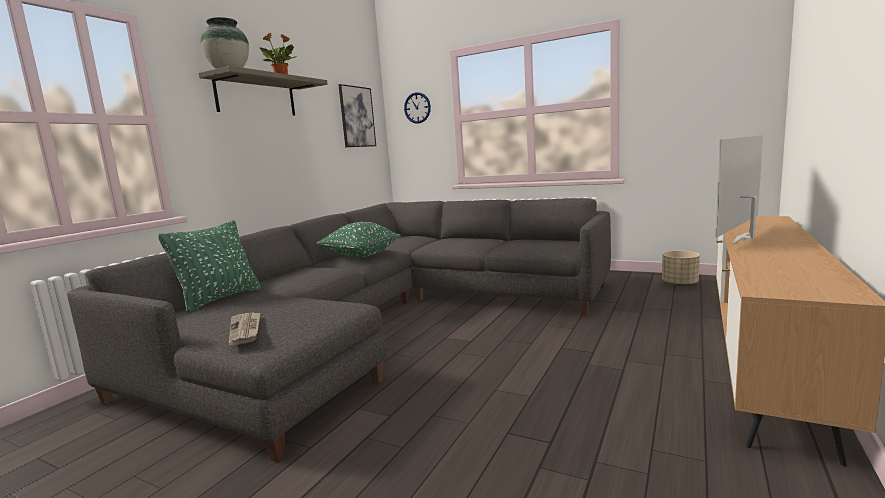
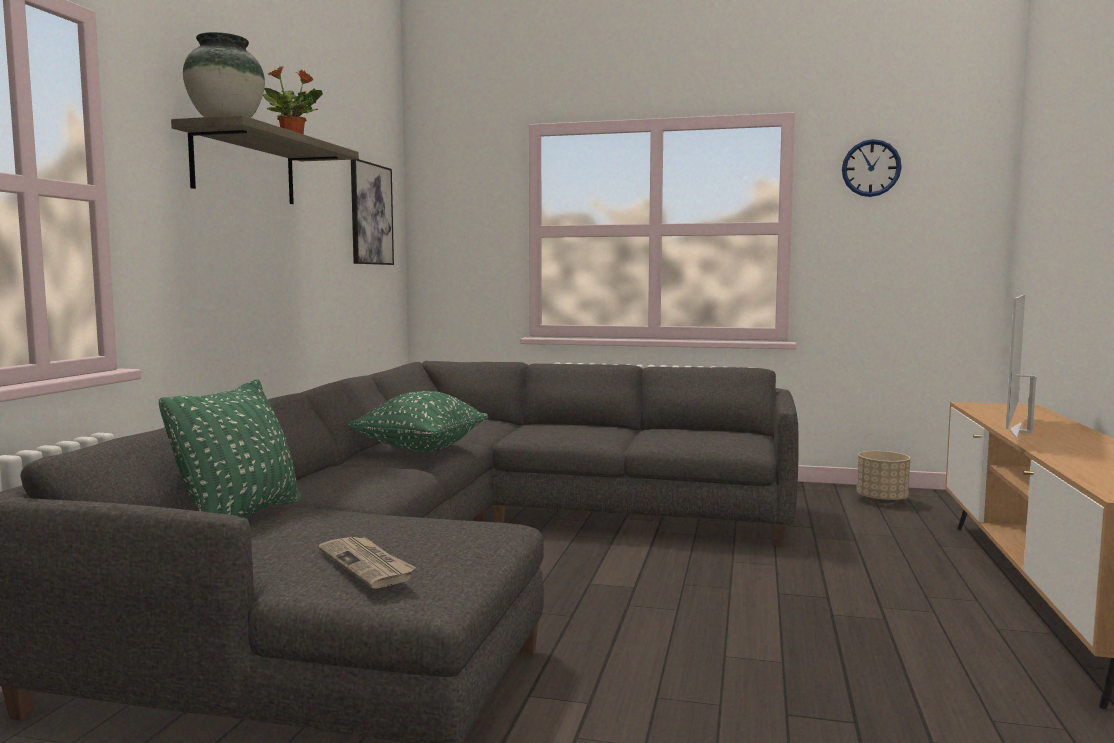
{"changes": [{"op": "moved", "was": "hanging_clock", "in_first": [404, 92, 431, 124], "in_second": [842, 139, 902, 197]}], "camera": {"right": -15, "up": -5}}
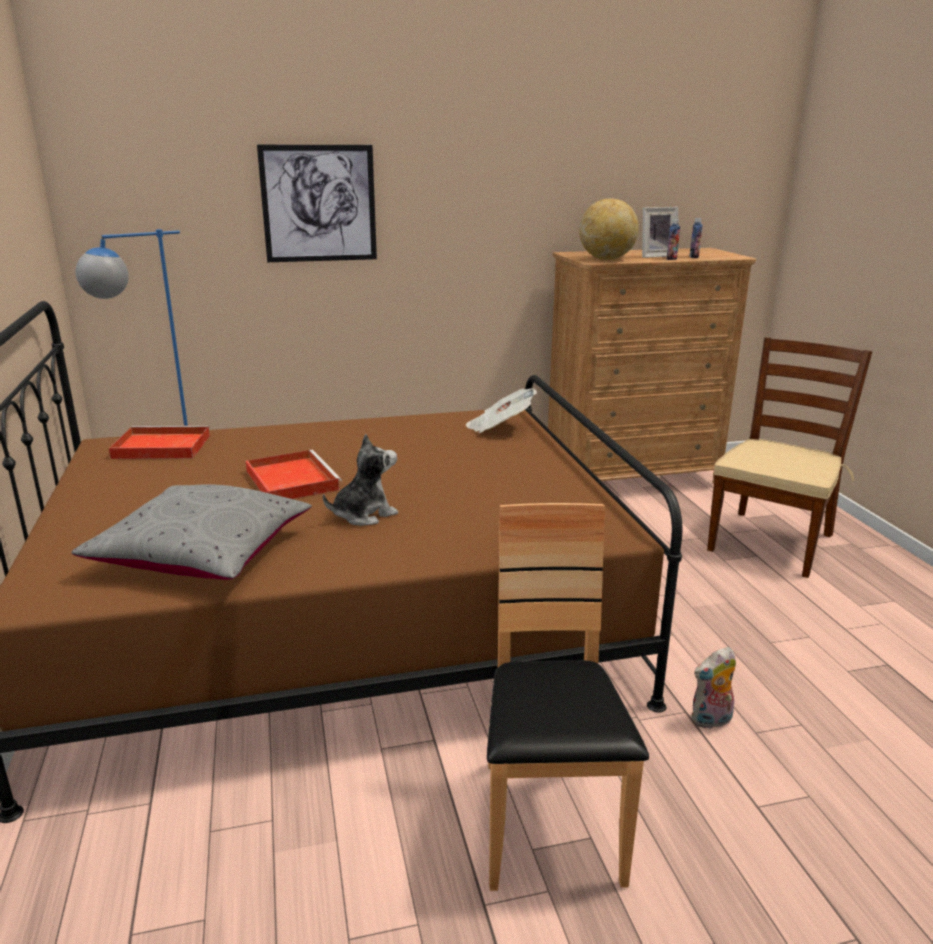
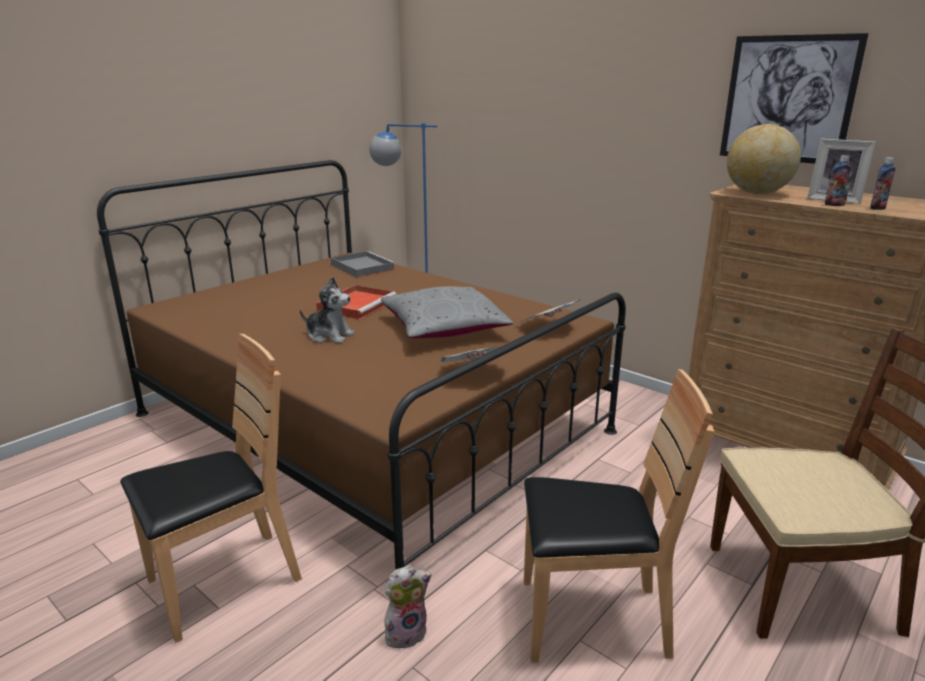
{"changes": [{"op": "moved", "was": "wall_art", "in_first": [257, 145, 377, 262], "in_second": [720, 33, 868, 164]}, {"op": "recoloured", "was": "red-coloured_serving_tray", "now": "grey_serving_tray", "in_first": [109, 426, 210, 459], "in_second": [331, 251, 396, 277]}, {"op": "moved", "was": "grey_cushion", "in_first": [72, 484, 312, 580], "in_second": [381, 286, 513, 339]}, {"op": "turned", "was": "soft_toy", "in_first": [691, 647, 736, 729], "in_second": [384, 566, 432, 648], "clockwise": 120}, {"op": "added", "now": "daily_paper", "in_second": [440, 347, 500, 362]}, {"op": "added", "now": "brown_chair", "in_second": [524, 369, 715, 663]}], "camera": {"right": 55, "up": 0}}
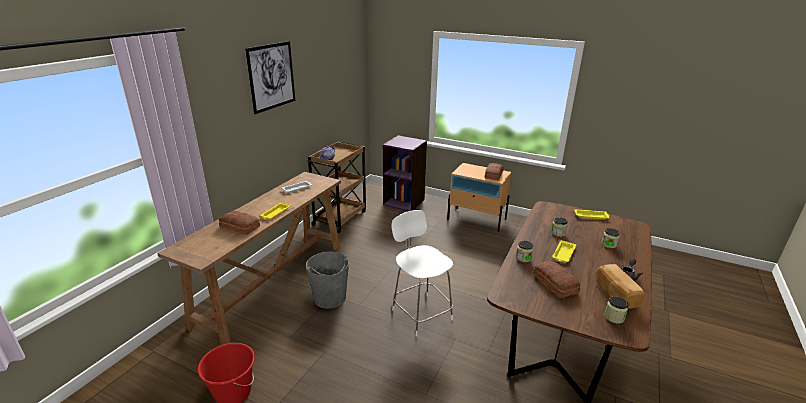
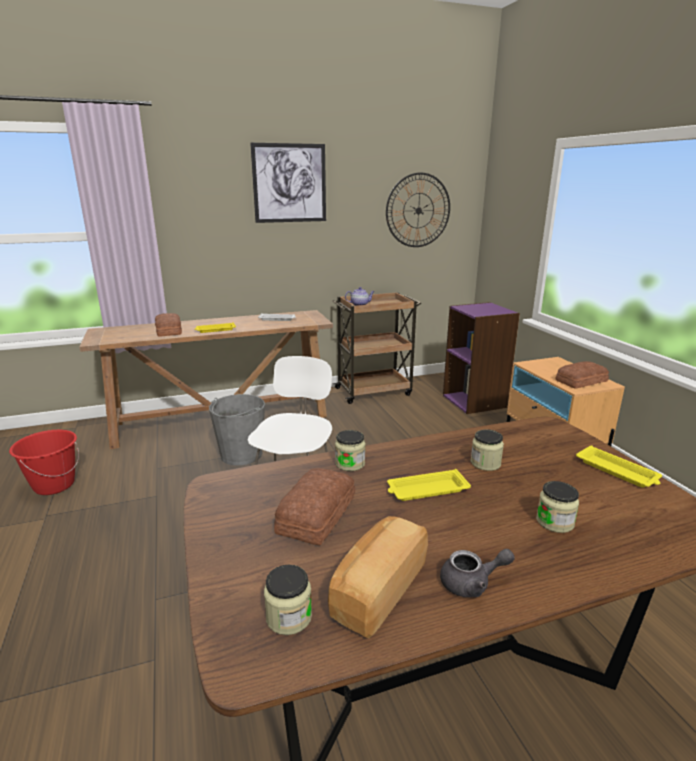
{"changes": [{"op": "added", "now": "hanging_clock", "in_second": [386, 172, 450, 247]}], "camera": {"right": 45, "up": -5}}
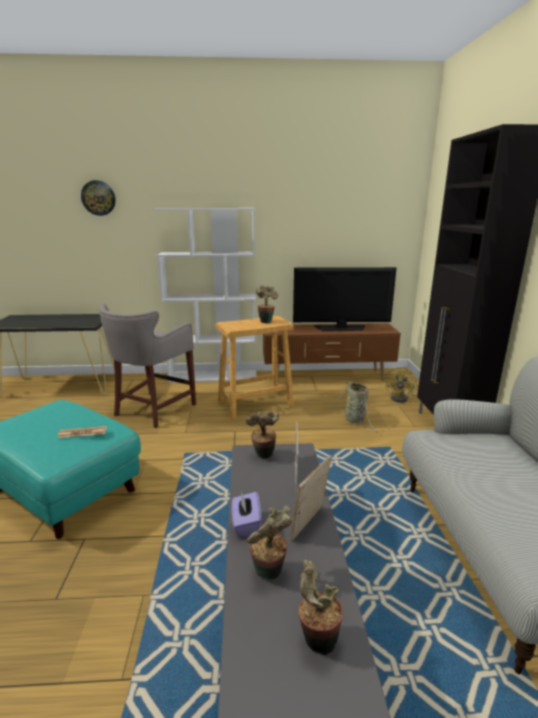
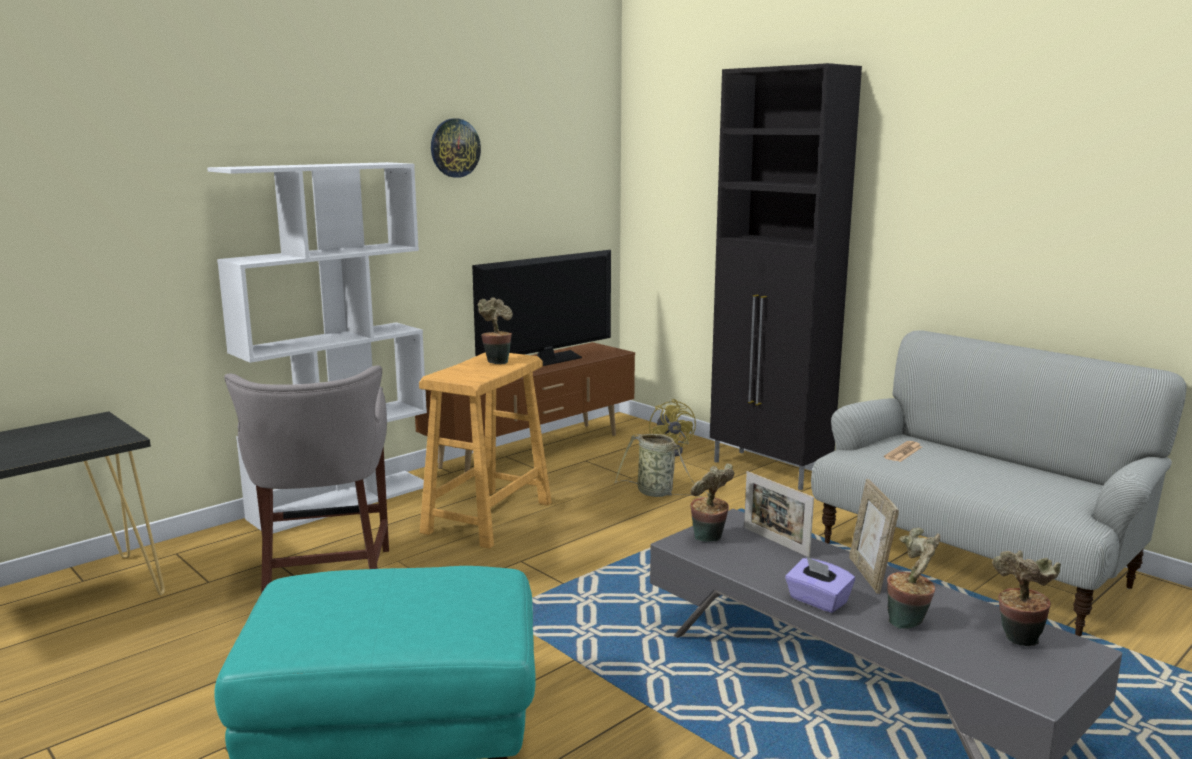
{"changes": [{"op": "moved", "was": "hanging_clock", "in_first": [81, 180, 116, 216], "in_second": [431, 119, 481, 178]}, {"op": "moved", "was": "daily_paper", "in_first": [58, 426, 107, 438], "in_second": [884, 441, 922, 462]}], "camera": {"right": -40, "up": -5}}
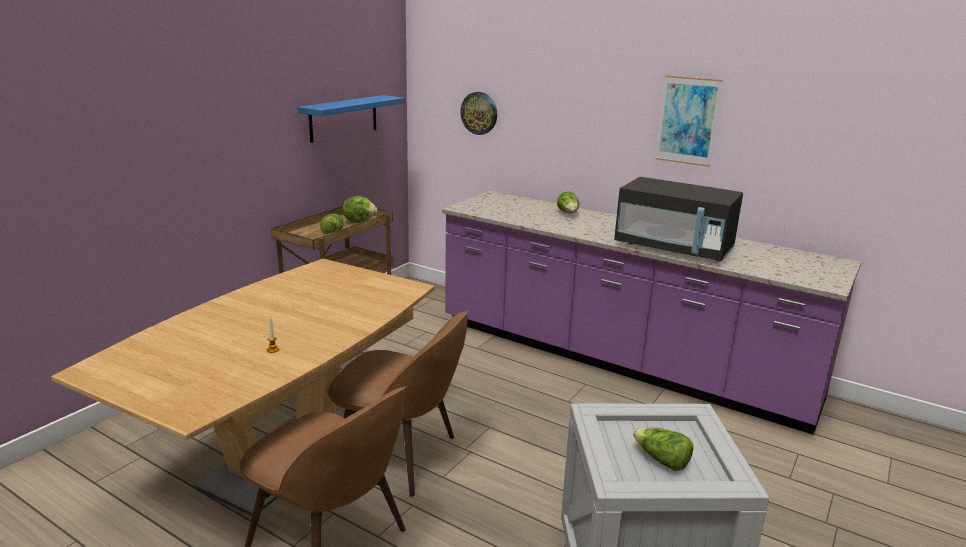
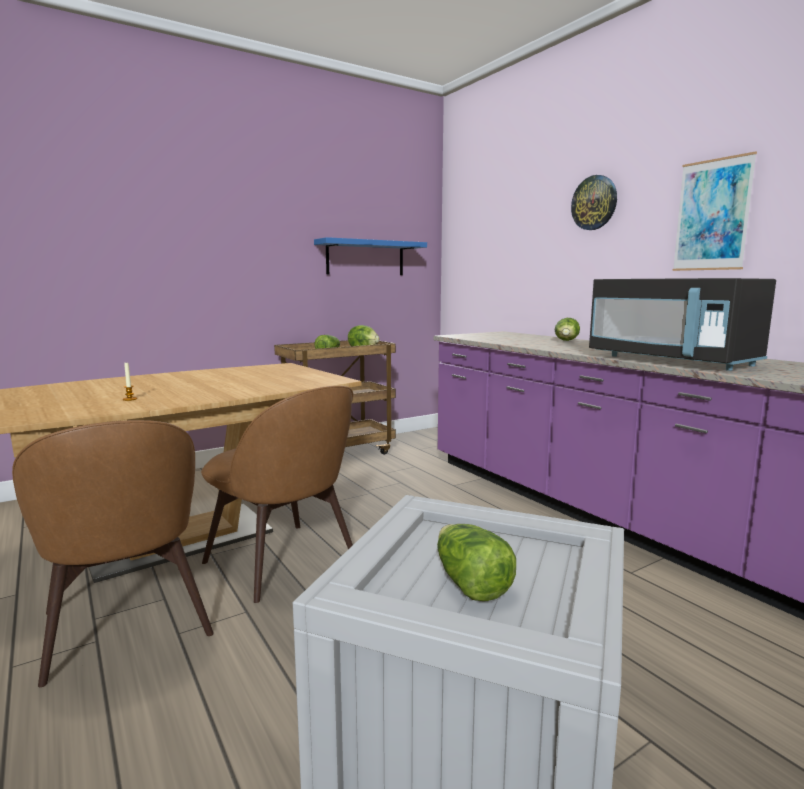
{"changes": [{"op": "moved", "was": "hanging_clock", "in_first": [460, 92, 497, 135], "in_second": [571, 175, 617, 230]}], "camera": {"right": 25, "up": -10}}
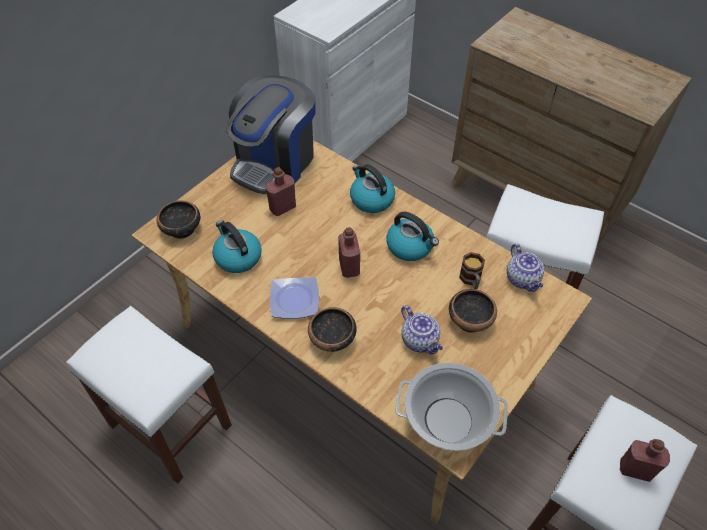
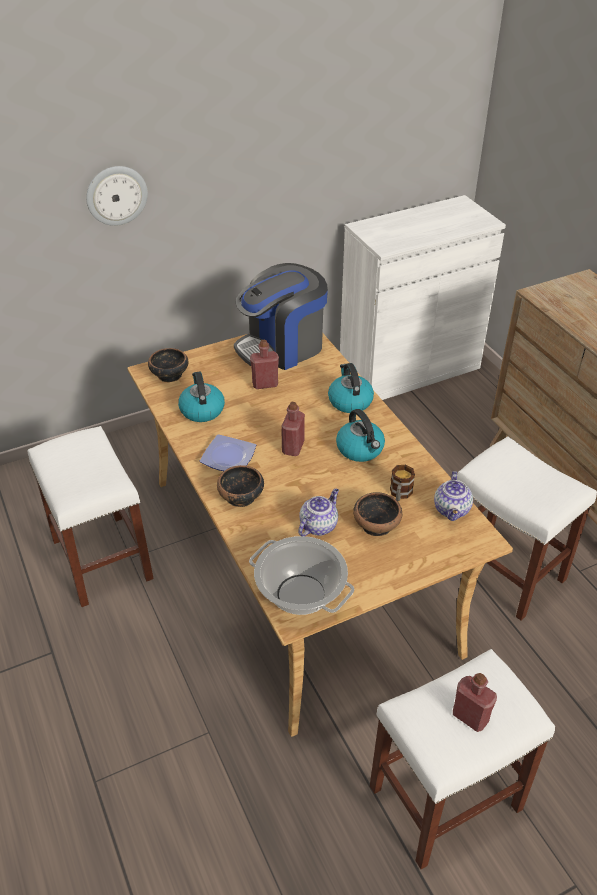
{"changes": [{"op": "turned", "was": "teapot", "in_first": [401, 305, 443, 354], "in_second": [298, 489, 339, 536], "clockwise": -135}, {"op": "added", "now": "hanging_clock", "in_second": [86, 166, 148, 226]}], "camera": {"right": 25, "up": -10}}
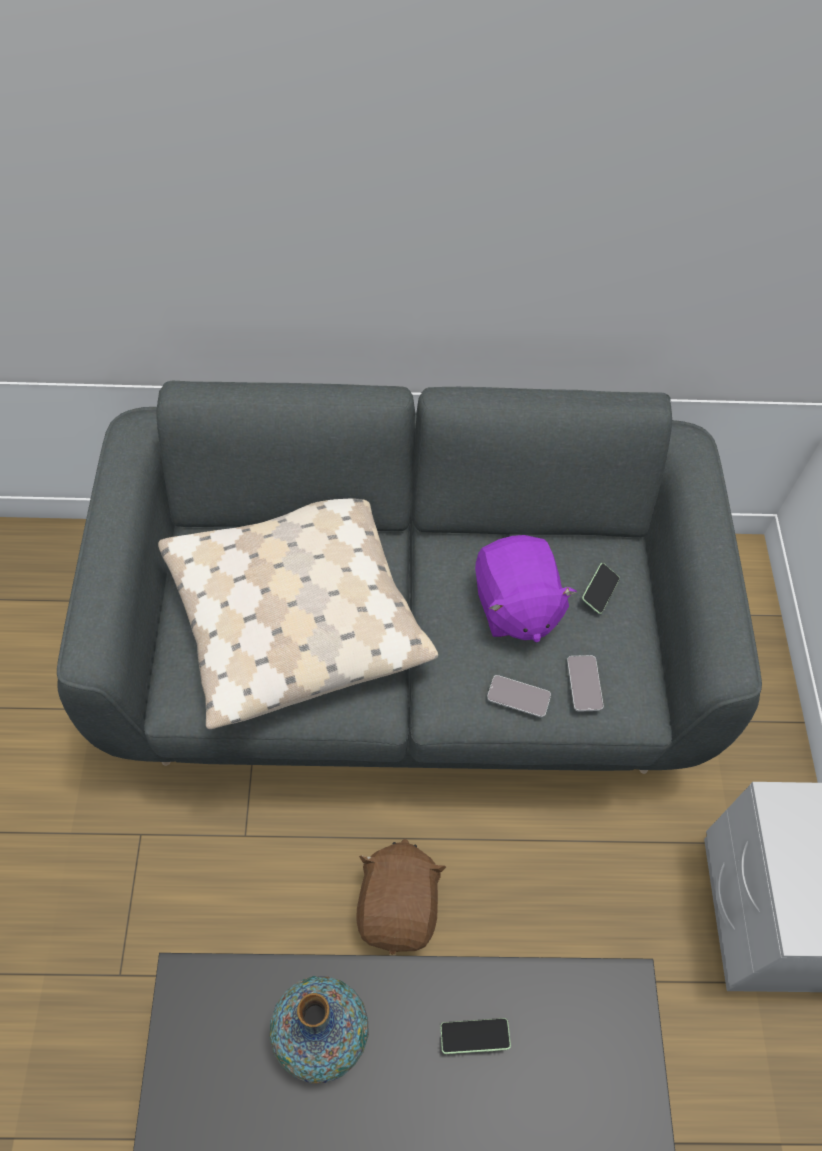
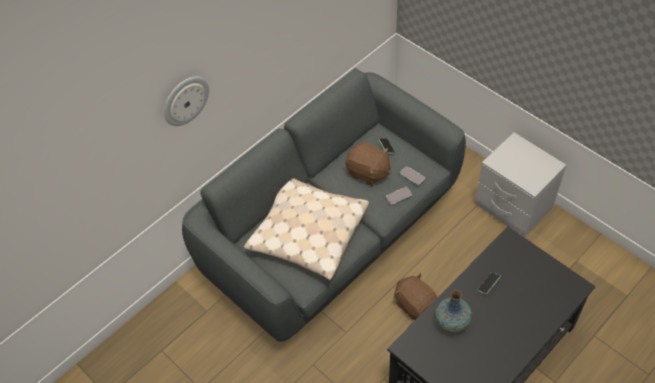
{"changes": [{"op": "recoloured", "was": "purplish_soft_toy", "now": "brown_soft_toy", "in_first": [475, 535, 577, 642], "in_second": [346, 142, 391, 186]}, {"op": "added", "now": "hanging_clock", "in_second": [164, 76, 209, 126]}], "camera": {"right": -40, "up": -5}}
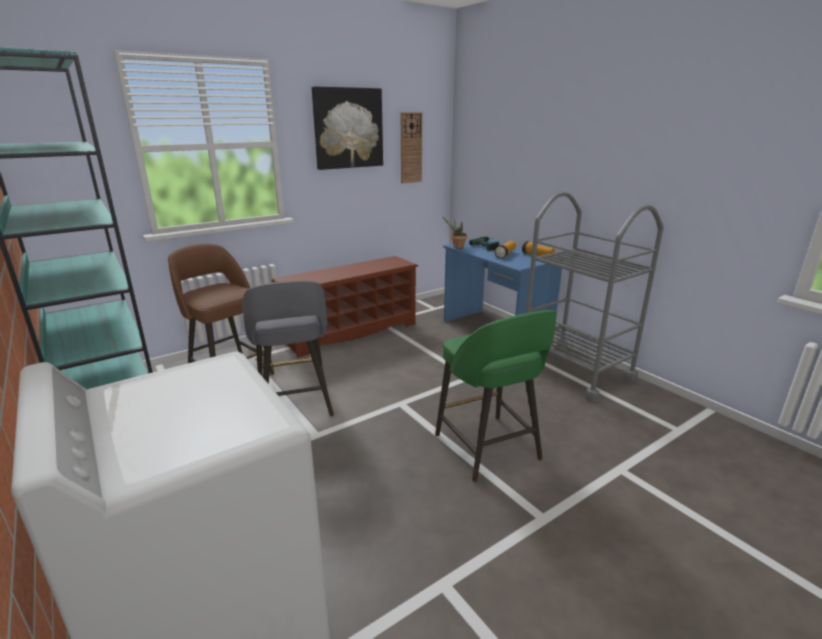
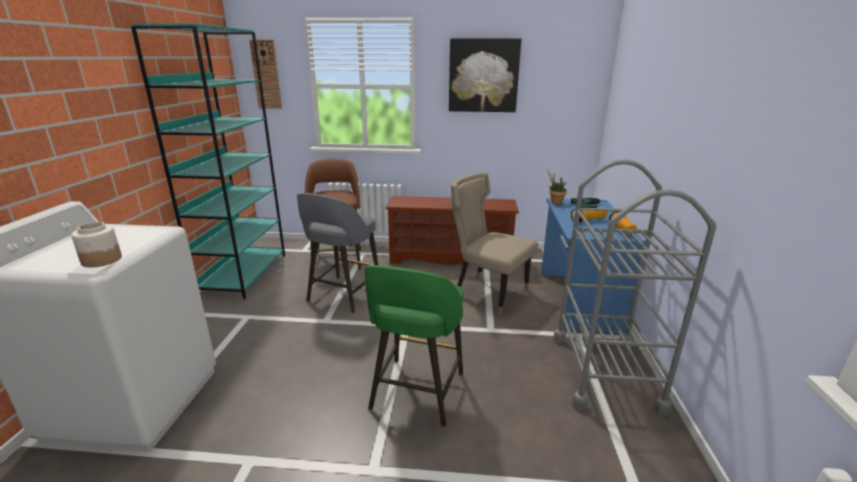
{"changes": [{"op": "moved", "was": "hanging_clock", "in_first": [401, 112, 422, 183], "in_second": [249, 40, 282, 109]}, {"op": "added", "now": "sand-coloured_chair", "in_second": [451, 173, 538, 316]}, {"op": "added", "now": "jar", "in_second": [71, 222, 122, 268]}], "camera": {"right": 40, "up": 0}}
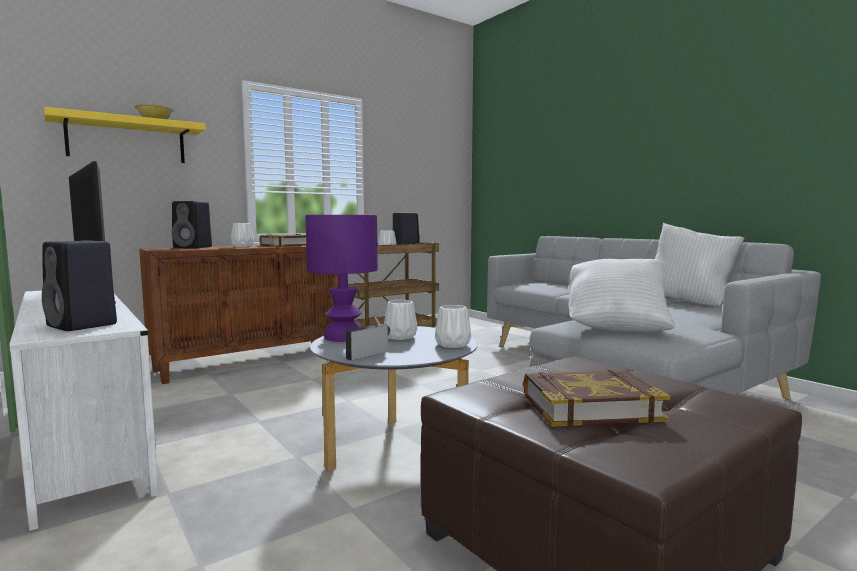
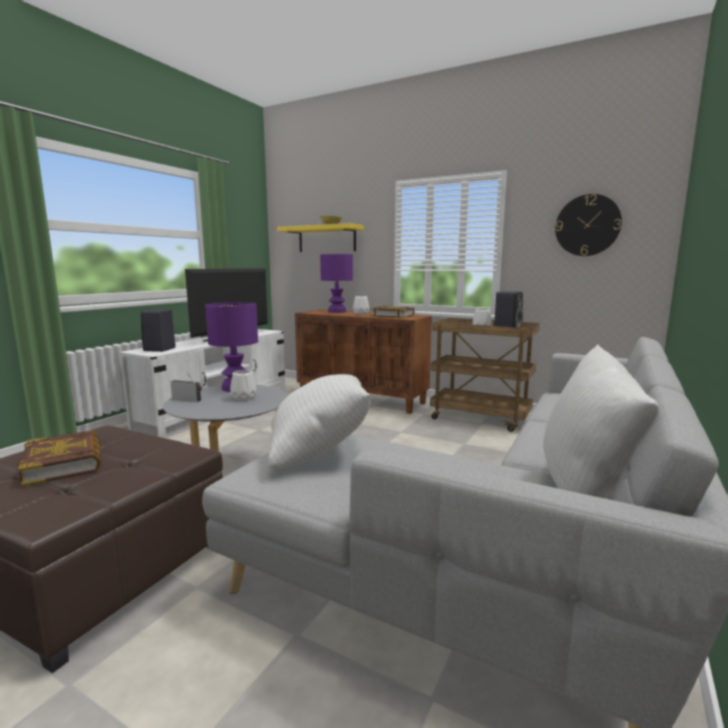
{"changes": [{"op": "replaced", "was": "black_speaker", "now": "purplish_tabletop_lamp", "in_first": [172, 201, 212, 248], "in_second": [320, 254, 353, 313]}, {"op": "removed", "was": "white_decorative_vase", "in_first": [435, 305, 471, 348]}, {"op": "added", "now": "hanging_clock", "in_second": [555, 194, 622, 256]}], "camera": {"right": 65, "up": 5}}
